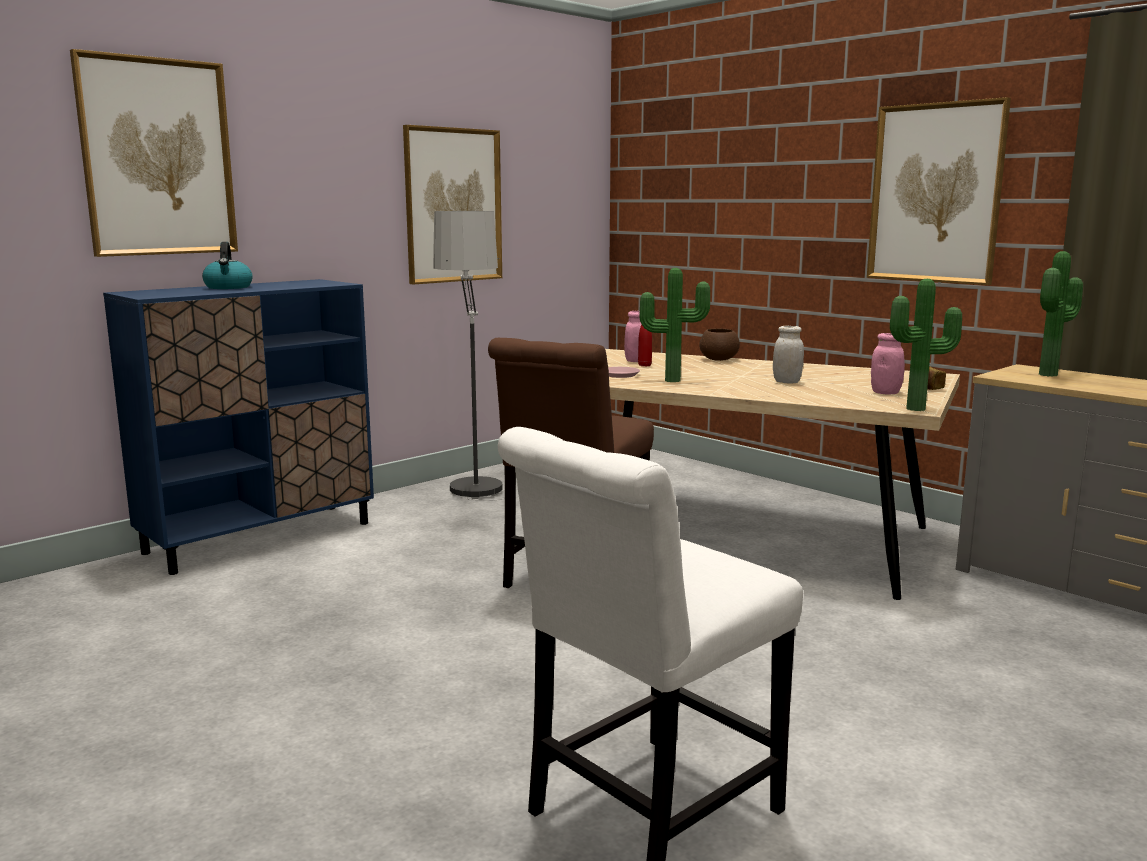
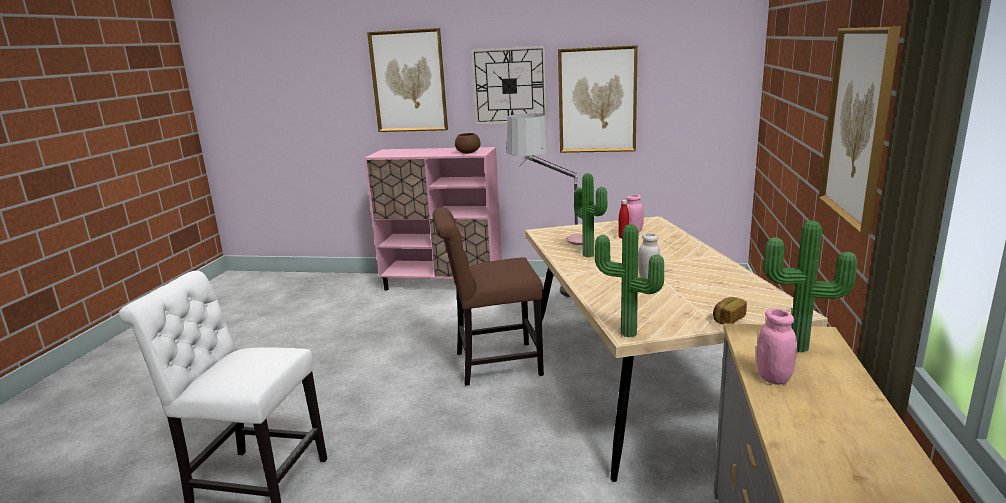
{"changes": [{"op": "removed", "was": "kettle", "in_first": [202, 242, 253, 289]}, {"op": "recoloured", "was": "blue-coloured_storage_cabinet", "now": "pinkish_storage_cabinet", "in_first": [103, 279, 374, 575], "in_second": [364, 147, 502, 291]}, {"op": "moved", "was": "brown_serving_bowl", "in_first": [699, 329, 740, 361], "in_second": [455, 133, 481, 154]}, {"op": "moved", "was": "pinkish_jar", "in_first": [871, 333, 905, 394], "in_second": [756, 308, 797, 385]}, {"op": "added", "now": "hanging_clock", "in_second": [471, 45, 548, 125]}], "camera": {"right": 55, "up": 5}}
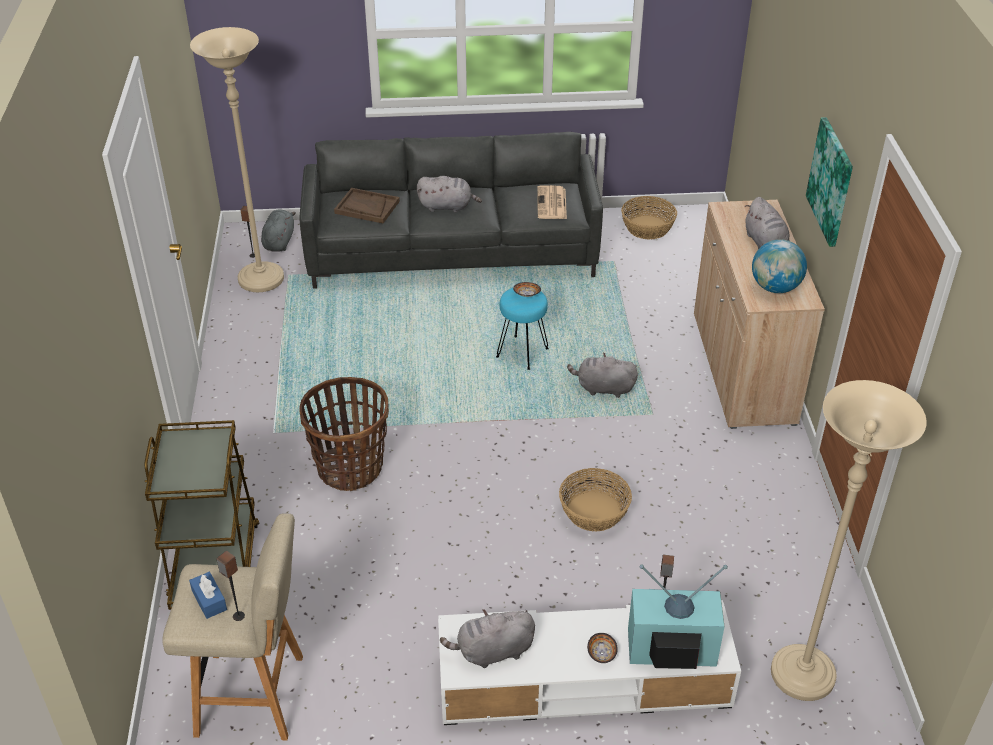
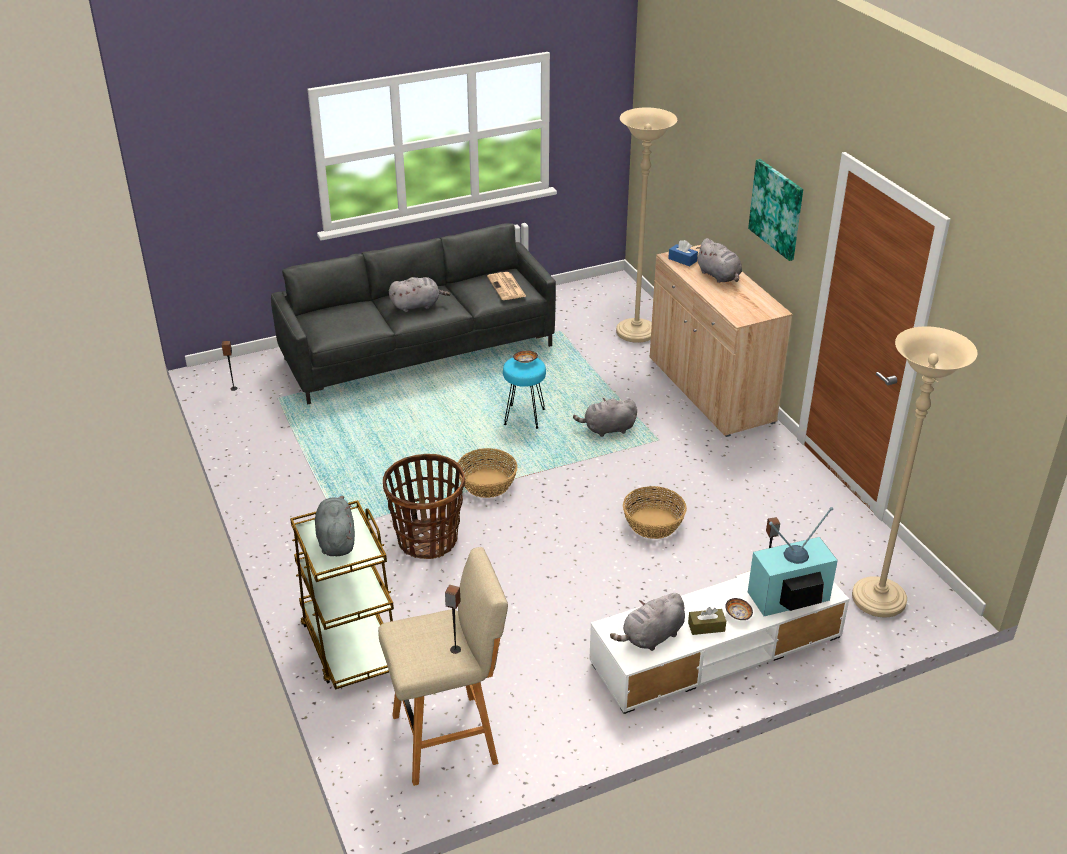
{"changes": [{"op": "moved", "was": "sand-coloured_floor_lamp", "in_first": [190, 27, 284, 292], "in_second": [616, 107, 677, 343]}, {"op": "removed", "was": "brown_serving_tray", "in_first": [334, 188, 400, 223]}, {"op": "moved", "was": "basket", "in_first": [621, 196, 677, 239], "in_second": [458, 448, 518, 498]}, {"op": "moved", "was": "grey_soft_toy", "in_first": [261, 209, 296, 252], "in_second": [315, 496, 355, 556]}, {"op": "removed", "was": "world_globe", "in_first": [752, 239, 807, 293]}, {"op": "moved", "was": "blue-coloured_tissue_holder", "in_first": [189, 572, 227, 619], "in_second": [668, 240, 698, 267]}, {"op": "added", "now": "brown_tissue_holder", "in_second": [688, 607, 726, 635]}], "camera": {"right": -20, "up": -5}}
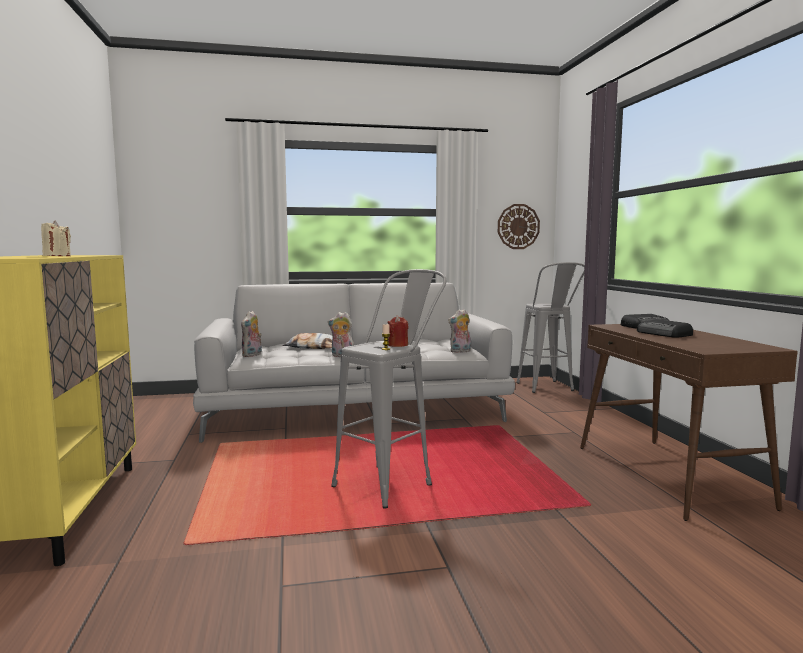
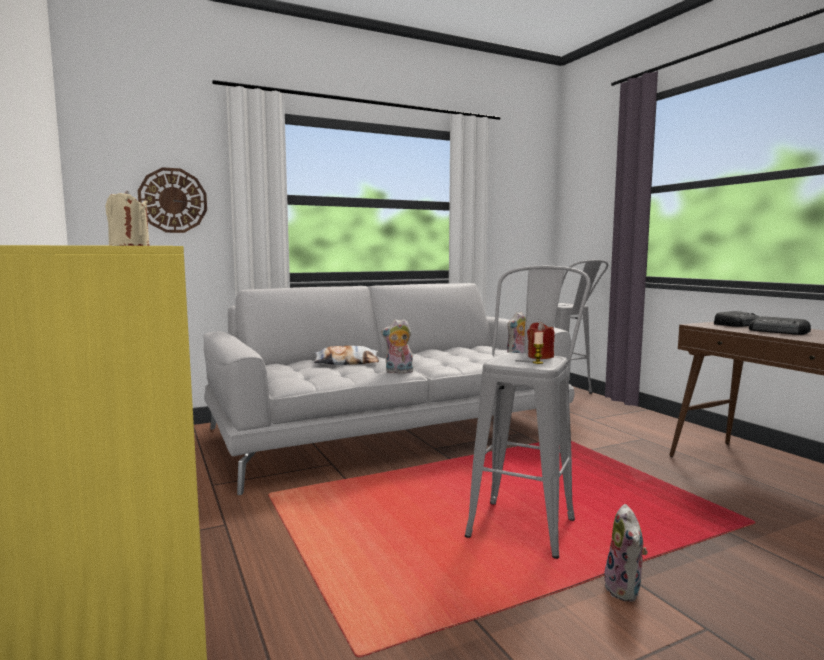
{"changes": [{"op": "moved", "was": "hanging_clock", "in_first": [498, 204, 540, 249], "in_second": [138, 167, 207, 233]}, {"op": "moved", "was": "soft_toy", "in_first": [241, 310, 262, 357], "in_second": [604, 504, 648, 602]}], "camera": {"right": -15, "up": 0}}
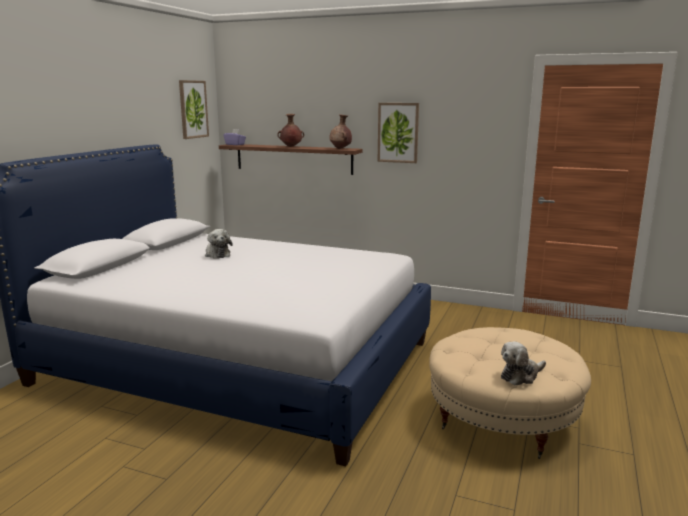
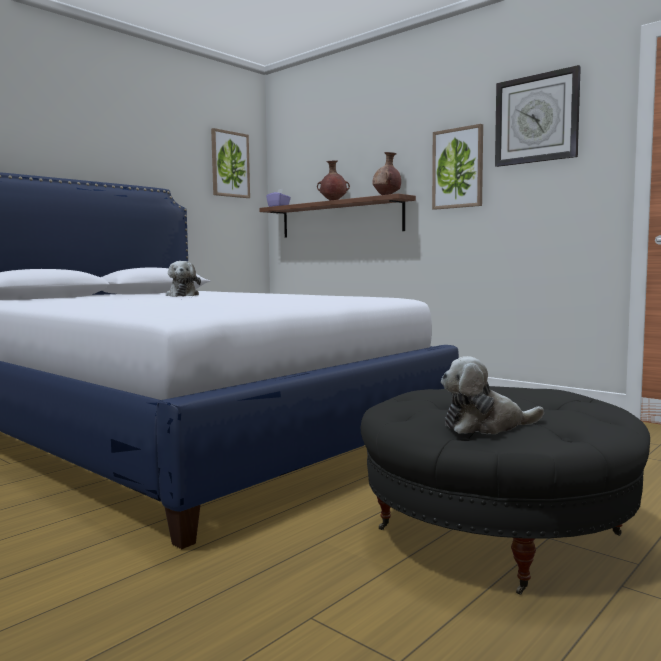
{"changes": [{"op": "recoloured", "was": "sand-coloured_ottoman", "now": "black_ottoman", "in_first": [430, 327, 591, 459], "in_second": [361, 386, 650, 595]}, {"op": "added", "now": "hanging_clock", "in_second": [495, 65, 581, 167]}], "camera": {"right": 20, "up": -10}}
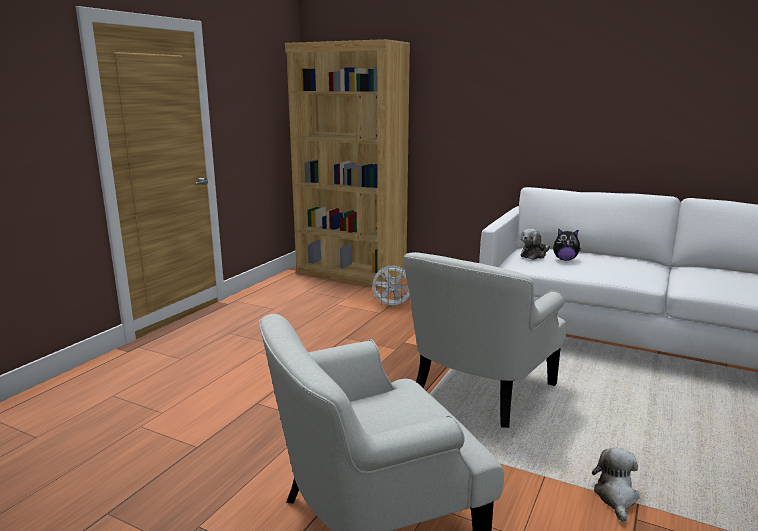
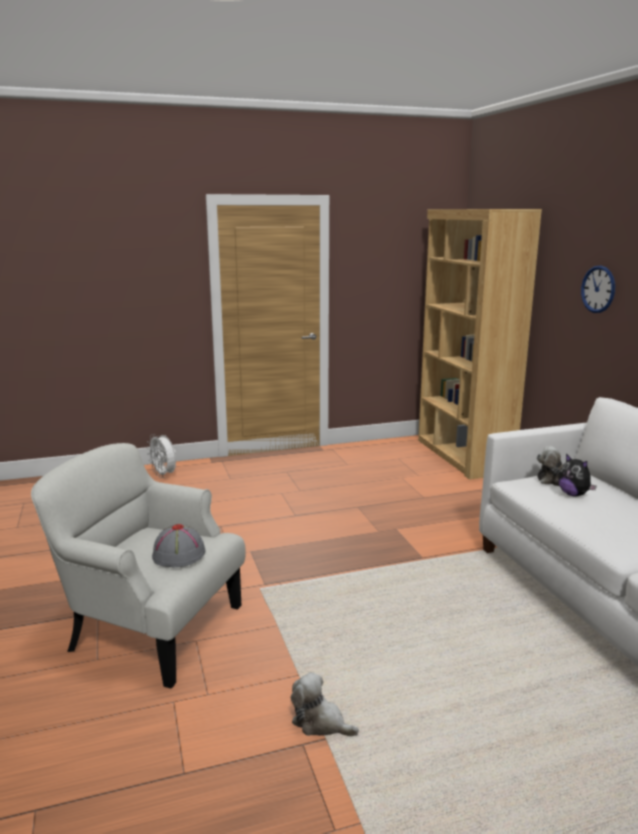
{"changes": [{"op": "removed", "was": "white_easy_chair", "in_first": [403, 252, 567, 428]}, {"op": "moved", "was": "white_electric_fan", "in_first": [370, 266, 410, 308], "in_second": [146, 434, 176, 478]}, {"op": "turned", "was": "soft_toy", "in_first": [592, 448, 640, 522], "in_second": [291, 672, 359, 737], "clockwise": -120}, {"op": "added", "now": "hanging_clock", "in_second": [581, 266, 615, 313]}, {"op": "added", "now": "grey_clothing_hat", "in_second": [152, 524, 206, 568]}], "camera": {"right": 45, "up": 0}}
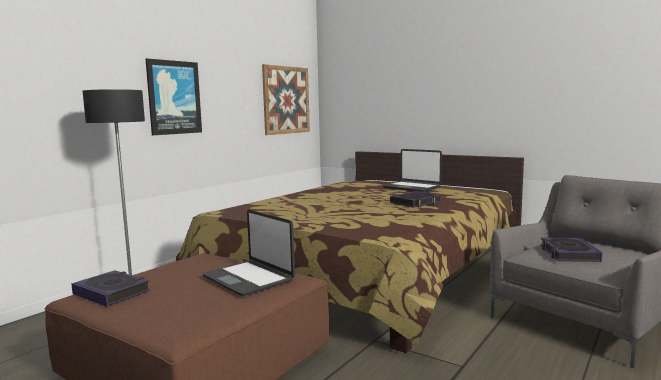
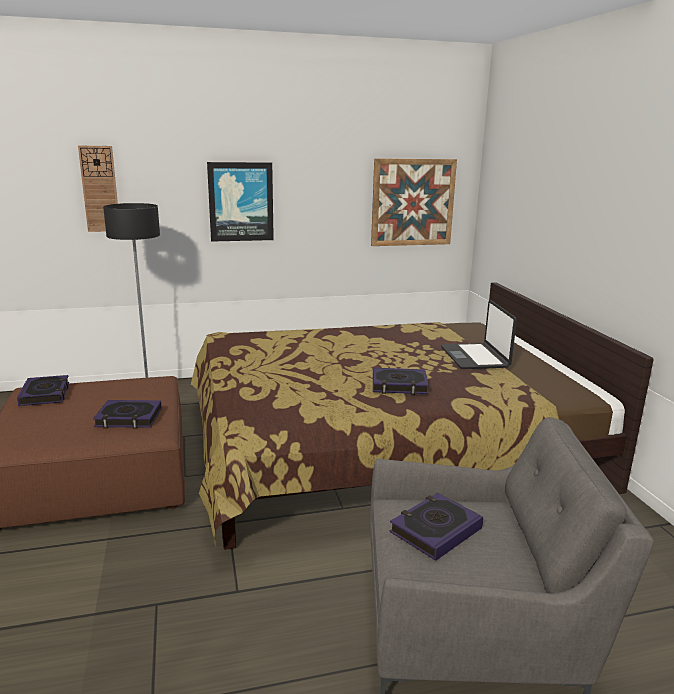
{"changes": [{"op": "replaced", "was": "notebook_computer", "now": "bound_book", "in_first": [202, 210, 295, 296], "in_second": [93, 400, 162, 429]}, {"op": "added", "now": "hanging_clock", "in_second": [78, 146, 118, 232]}], "camera": {"right": 40, "up": 10}}
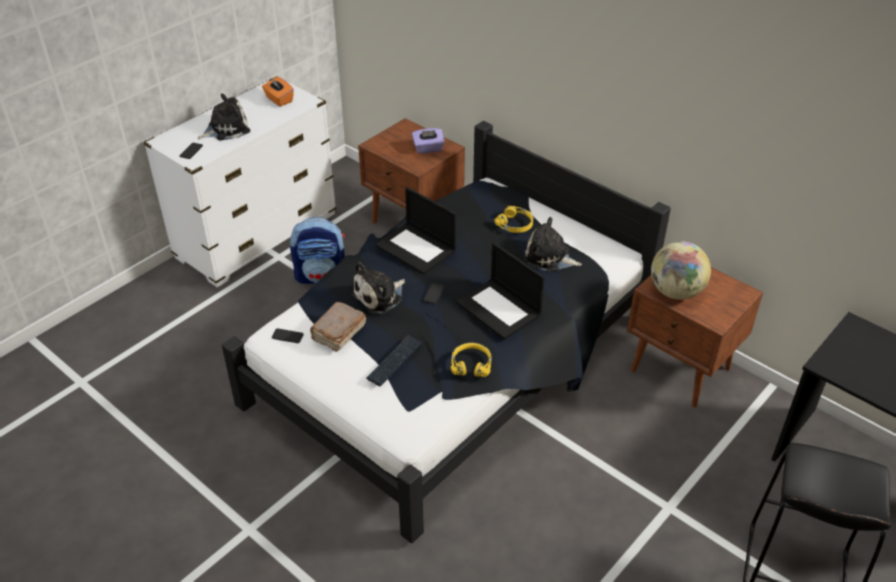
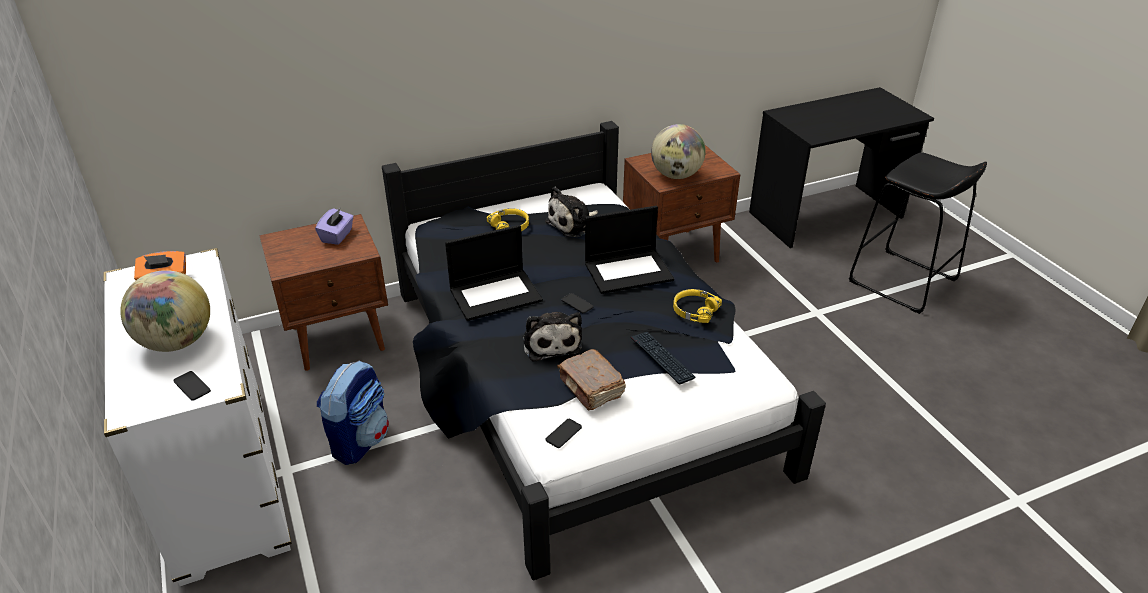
{"changes": [{"op": "replaced", "was": "soft_toy", "now": "world_globe", "in_first": [198, 93, 250, 141], "in_second": [120, 270, 210, 352]}], "camera": {"right": -65, "up": -5}}
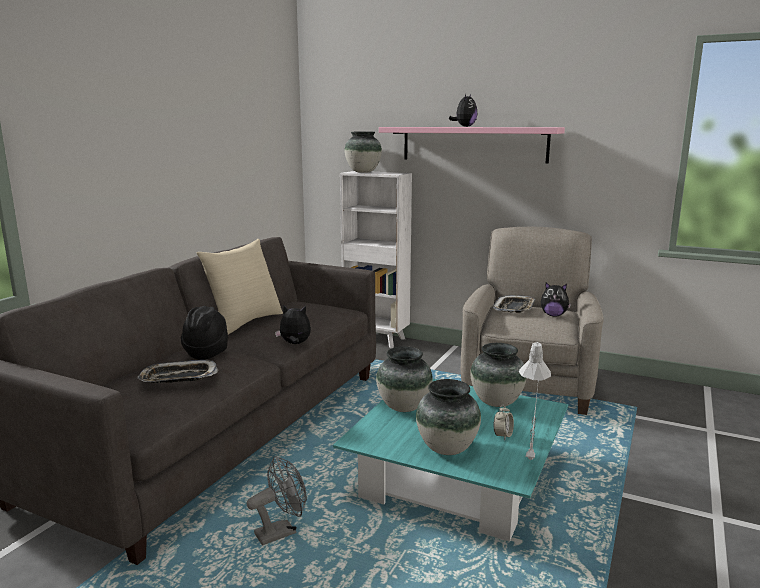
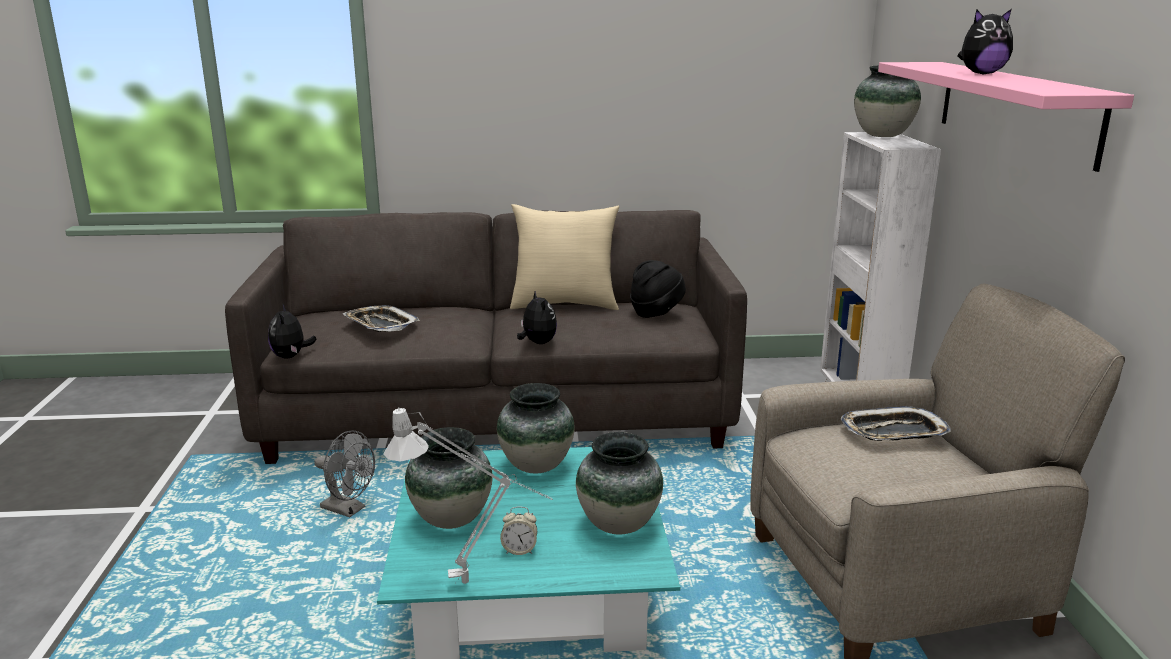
{"changes": [{"op": "moved", "was": "soft_toy", "in_first": [541, 283, 571, 317], "in_second": [268, 304, 317, 359]}, {"op": "moved", "was": "black_clothing_hat", "in_first": [181, 306, 228, 360], "in_second": [630, 260, 686, 318]}], "camera": {"right": 60, "up": 5}}
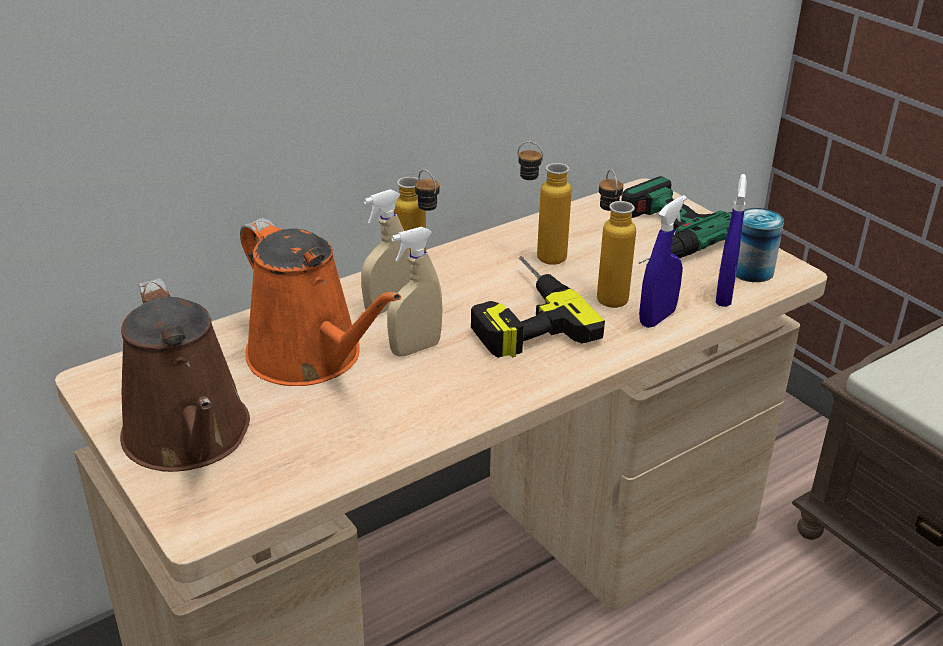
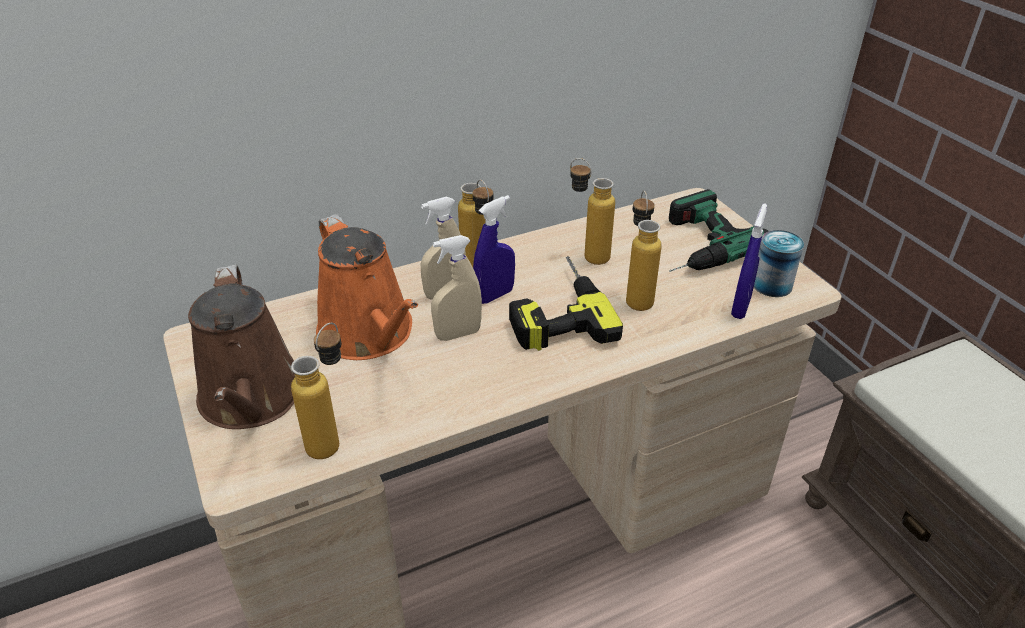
{"changes": [{"op": "moved", "was": "blue-coloured_sprayer", "in_first": [639, 195, 687, 328], "in_second": [473, 195, 515, 304]}, {"op": "added", "now": "drink_bottle", "in_second": [291, 323, 342, 459]}], "camera": {"right": 10, "up": 5}}
